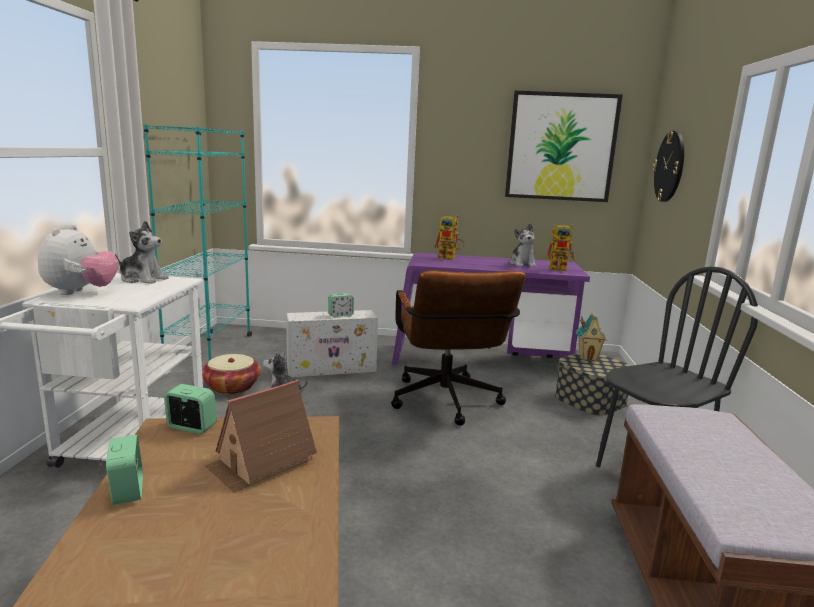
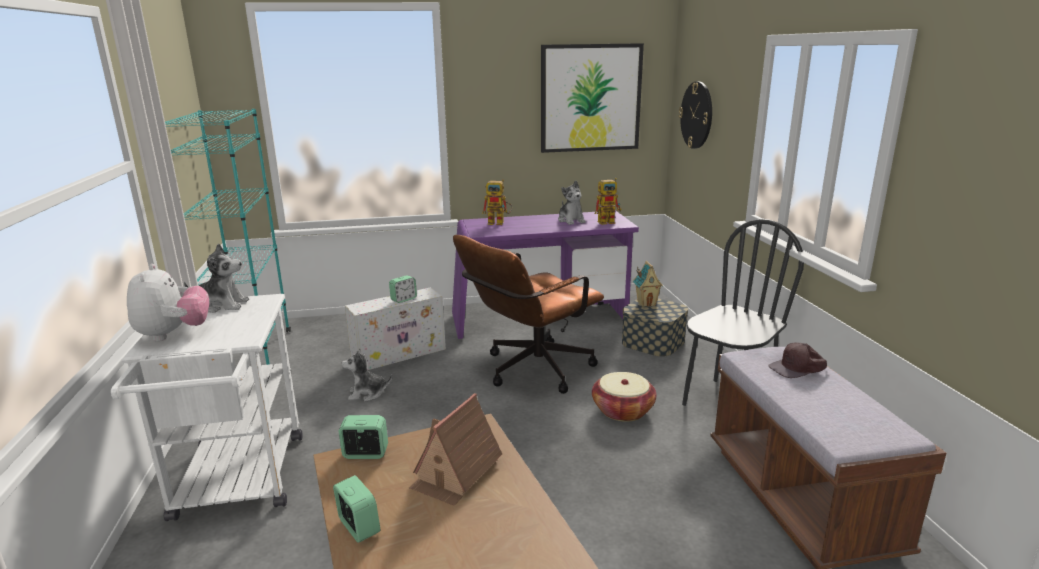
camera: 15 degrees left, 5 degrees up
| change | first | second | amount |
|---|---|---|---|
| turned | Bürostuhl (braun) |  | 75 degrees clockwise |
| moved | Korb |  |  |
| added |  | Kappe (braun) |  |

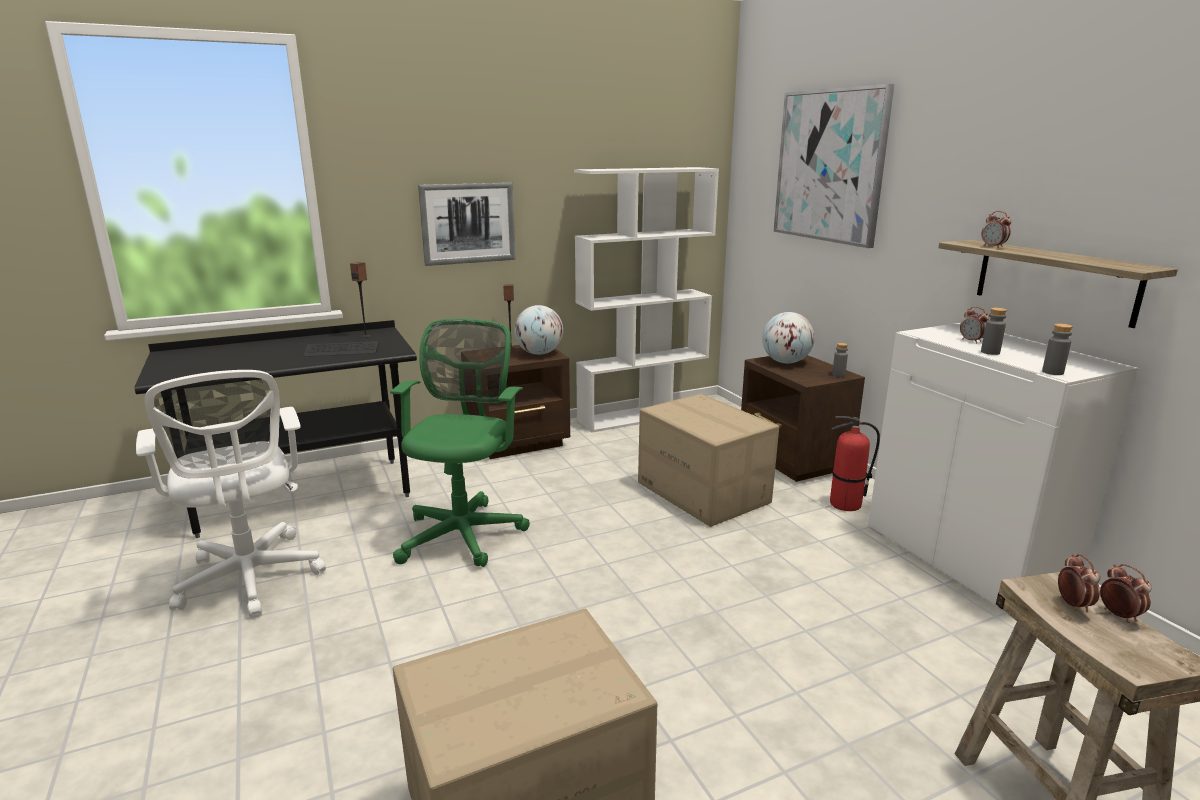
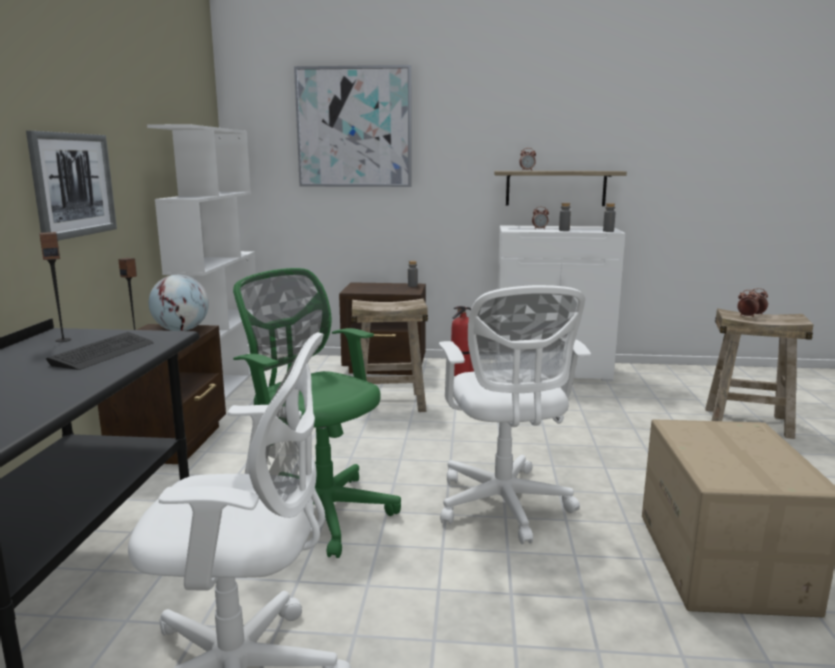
camera: 60 degrees left, 5 degrees down
| change | first | second | amount |
|---|---|---|---|
| replaced | Karton (2nd from left) | Hocker (beige) (1st from left) |  |
| added |  | Bürostuhl (weiß) (2nd from left) |  |
| removed | Globus (2nd from left) |  |  |

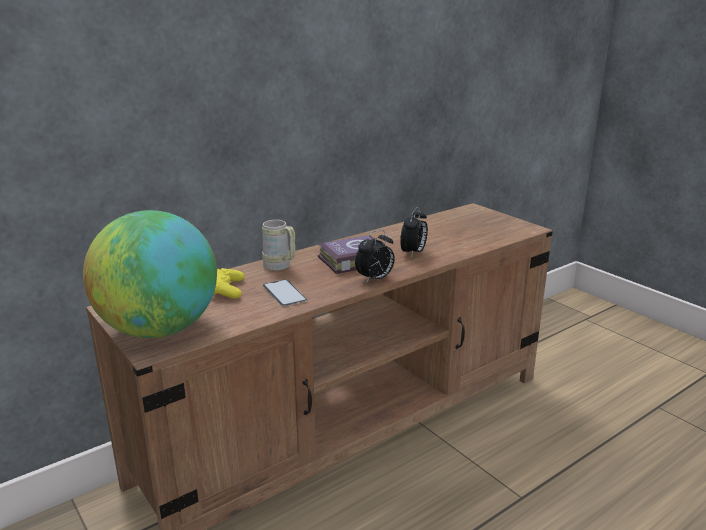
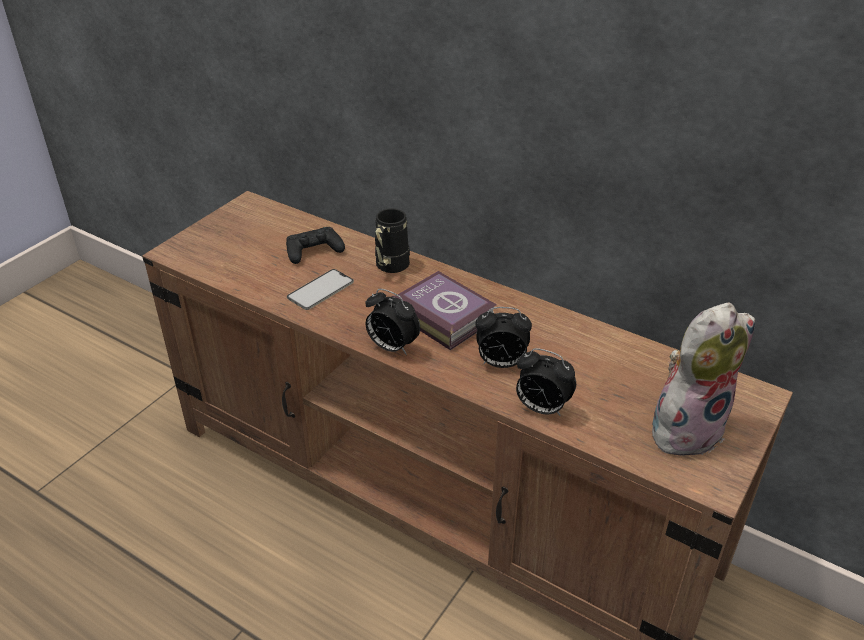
camera: 70 degrees right, 15 degrees up
| change | first | second | amount |
|---|---|---|---|
| recoloured | Gamepad (gelb) | Gamepad (schwarz) |  |
| recoloured | Henkelbecher (beige) | Henkelbecher (schwarz) |  |
| added |  | Wecker (3rd from left) |  |
| added |  | Plüschtier |  |
| removed | Globus |  |  |

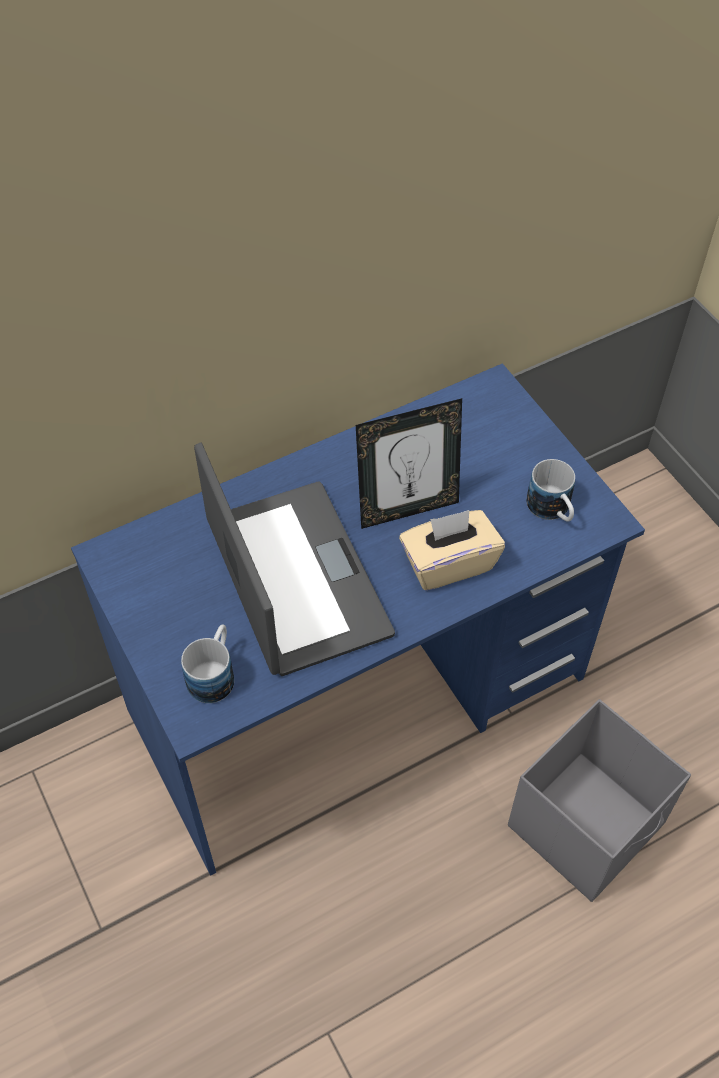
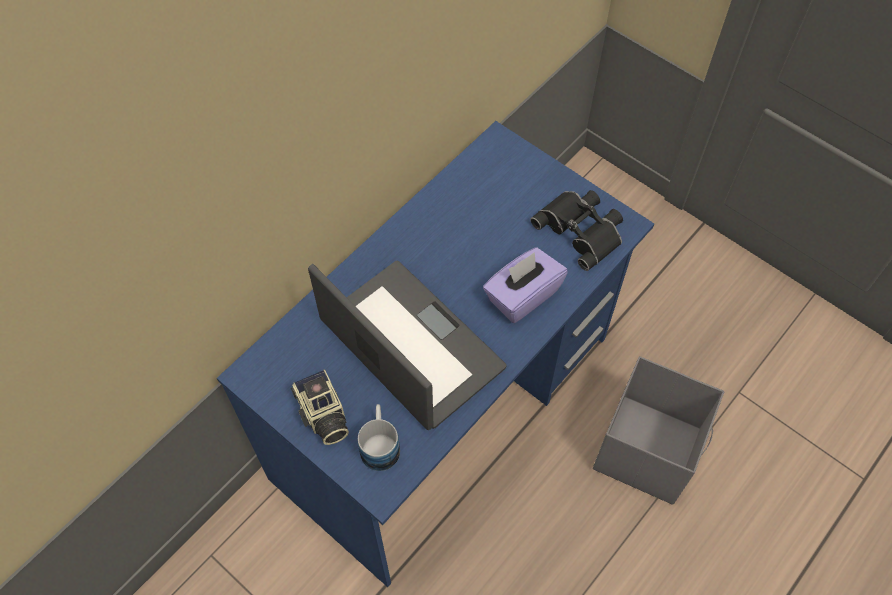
camera: 20 degrees left, 5 degrees up
| change | first | second | amount |
|---|---|---|---|
| added |  | Kamera |  |
| recoloured | Taschentuchbox (beige) | Taschentuchbox (lila) |  |
| replaced | Henkelbecher (2nd from left) | Fernglas (schwarz) |  |
| removed | Bilderrahmen |  |  |

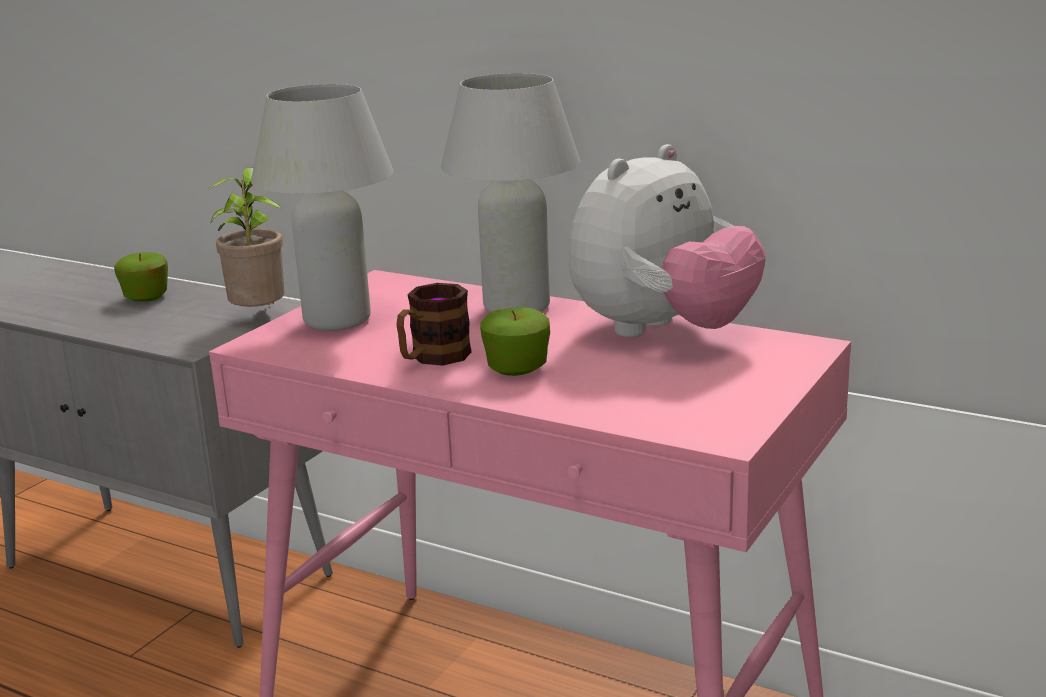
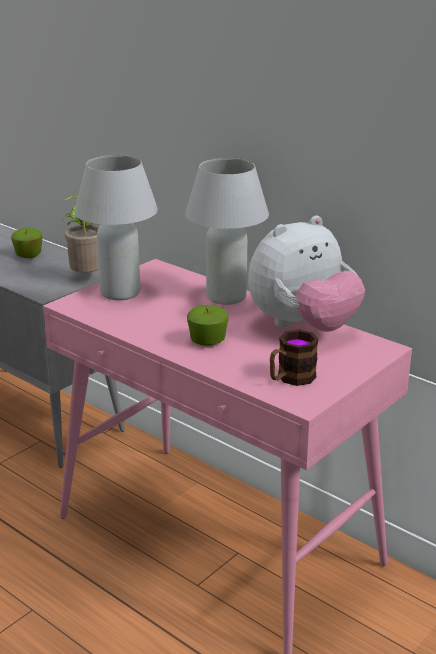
camera: 10 degrees right, 5 degrees up
| change | first | second | amount |
|---|---|---|---|
| moved | Henkelbecher |  |  |

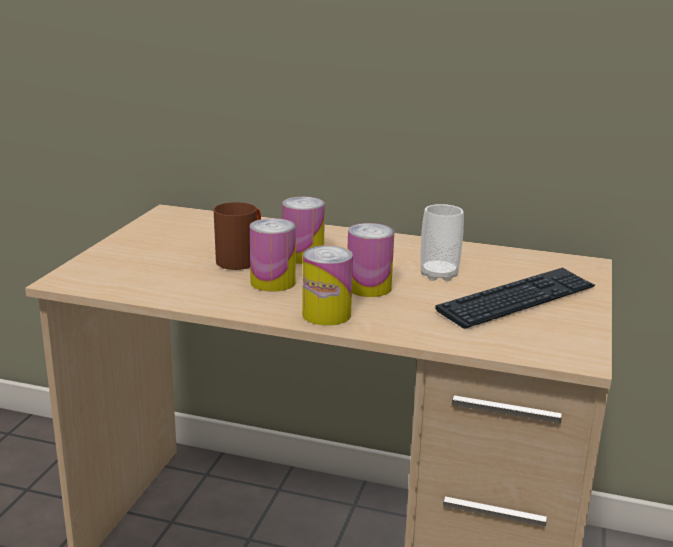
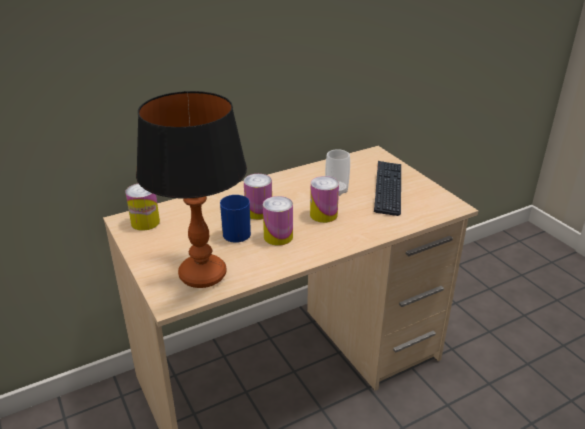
camera: 45 degrees left, 10 degrees up
| change | first | second | amount |
|---|---|---|---|
| moved | Dose (3rd from left in the first image) | Dose (1st from left) |  |
| added |  | Tischlampe |  |
| recoloured | Henkelbecher (braun) | Henkelbecher (blau) |  |

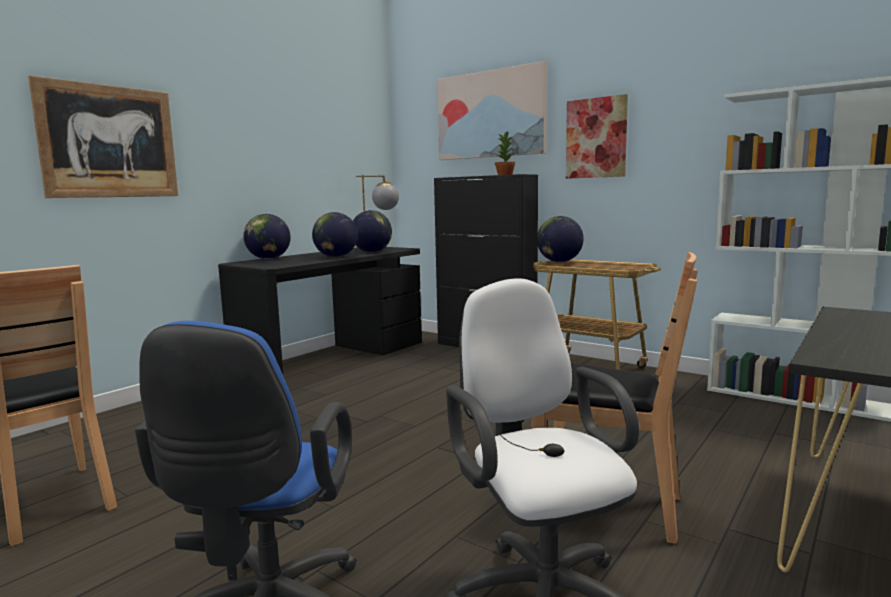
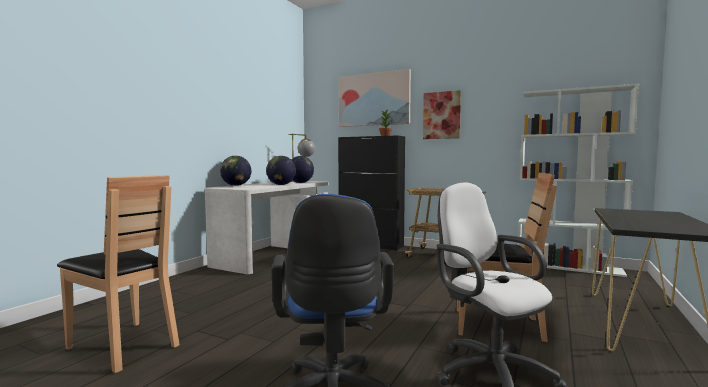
camera: 10 degrees left, 5 degrees down
| change | first | second | amount |
|---|---|---|---|
| recoloured | Schreibtisch (schwarz) | Schreibtisch (weiß) |  |
| removed | Bild (1st from left) |  |  |
| removed | Globus (4th from left) |  |  |

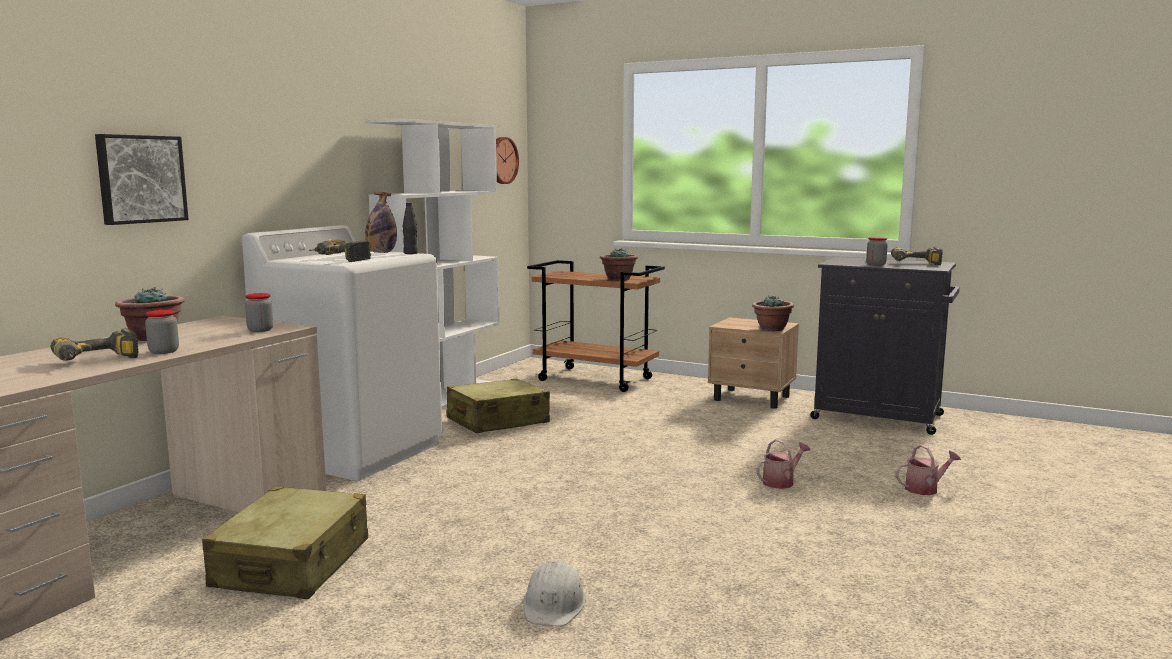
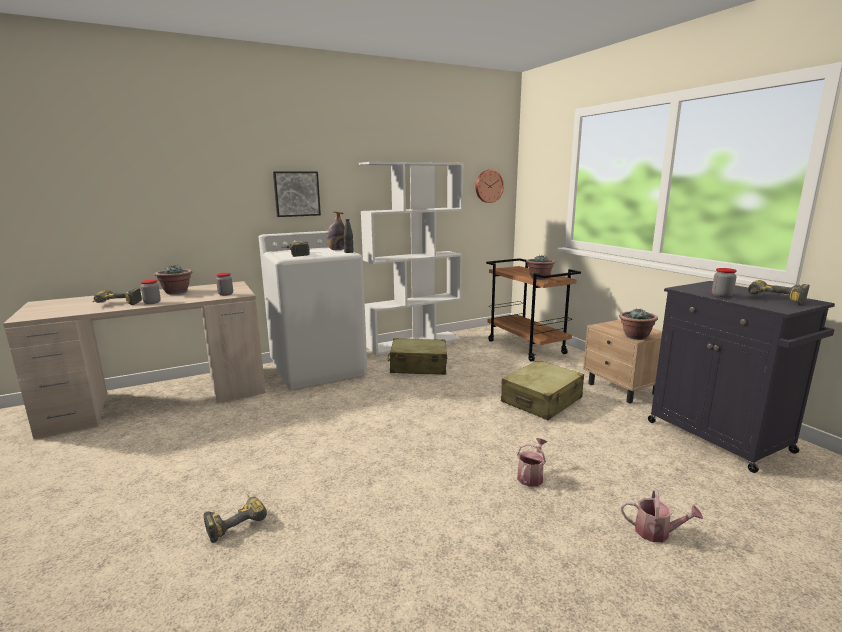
camera: 35 degrees right, 5 degrees up
| change | first | second | amount |
|---|---|---|---|
| replaced | Schutzhelm (weiß) | Bohrmaschine (2nd from left) |  |
| moved | Bild |  |  |
| moved | Koffer (beige) (1st from left in the first image) | Koffer (beige) (2nd from left) |  |
| turned | Gießkanne (1st from left) |  | 60 degrees counterclockwise |

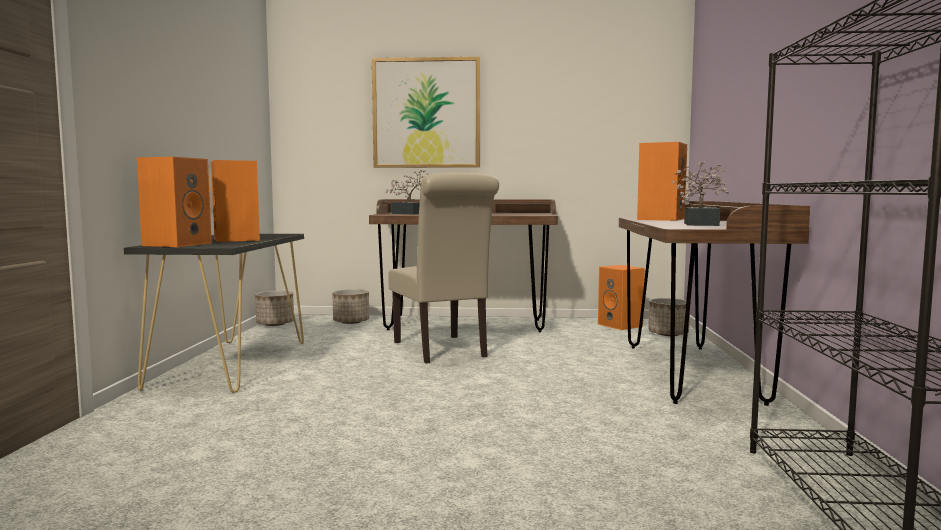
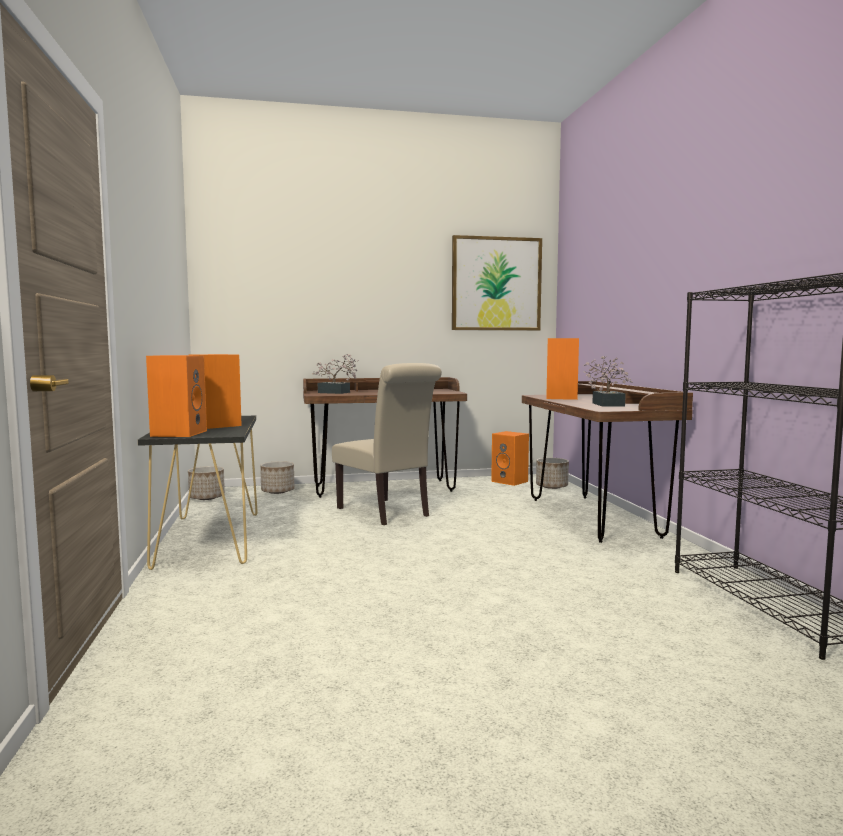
camera: 15 degrees left, 0 degrees up
| change | first | second | amount |
|---|---|---|---|
| moved | Bild |  |  |

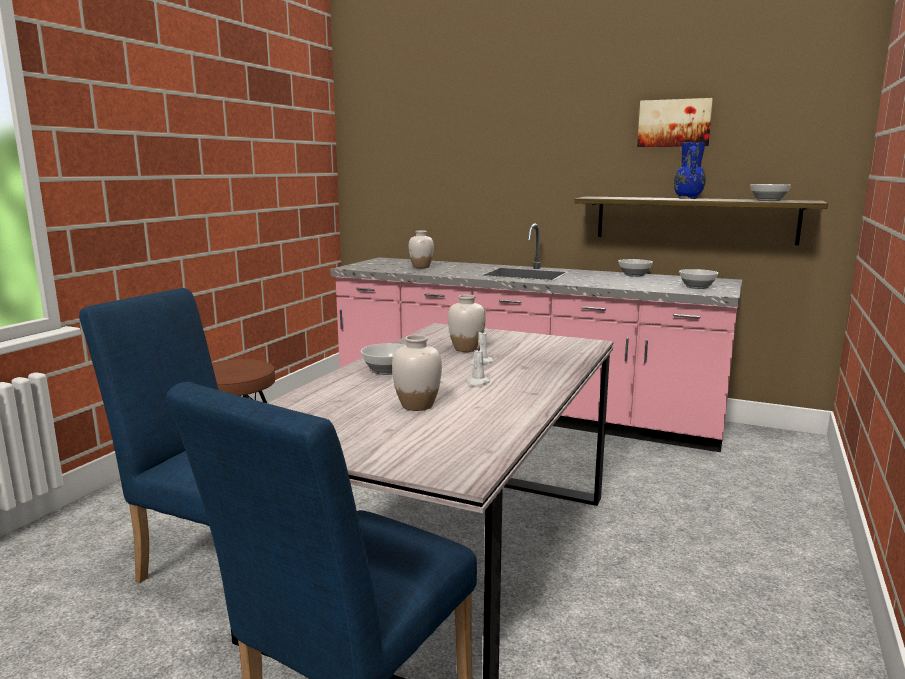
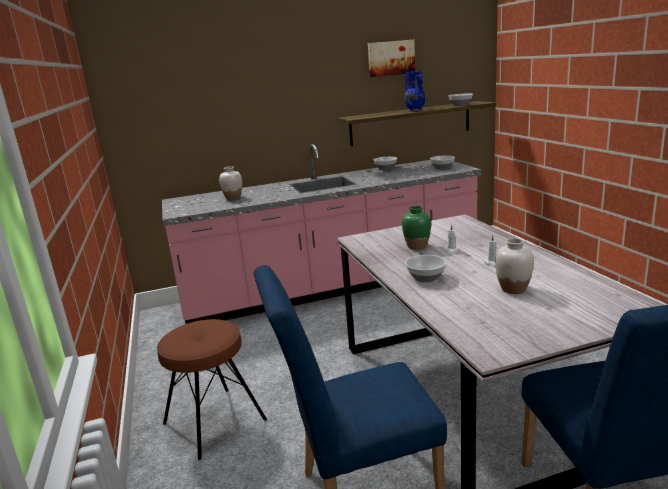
camera: 40 degrees left, 5 degrees up
| change | first | second | amount |
|---|---|---|---|
| recoloured | Vase (weiß) (3rd from left) | Vase (grün) |  |

